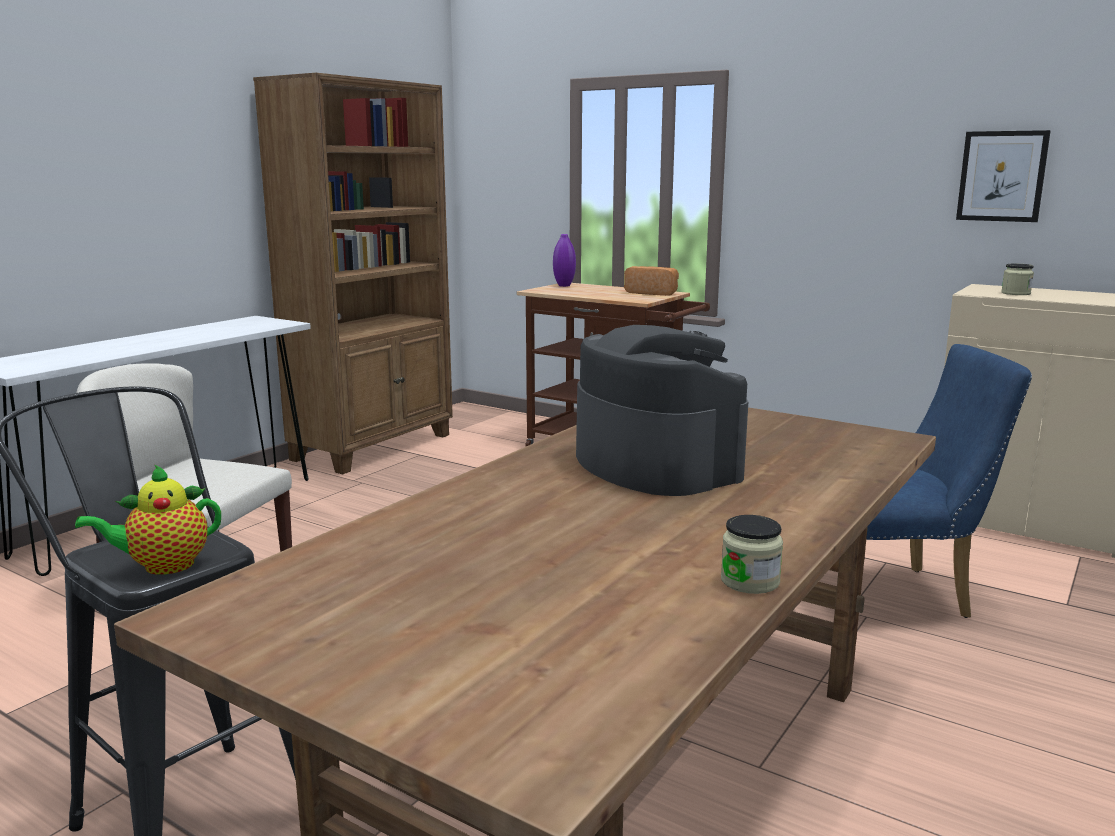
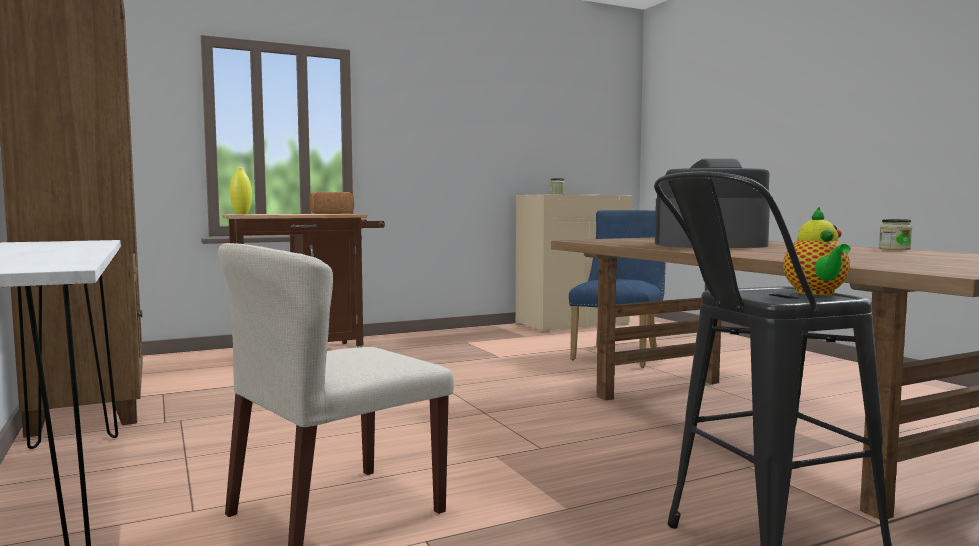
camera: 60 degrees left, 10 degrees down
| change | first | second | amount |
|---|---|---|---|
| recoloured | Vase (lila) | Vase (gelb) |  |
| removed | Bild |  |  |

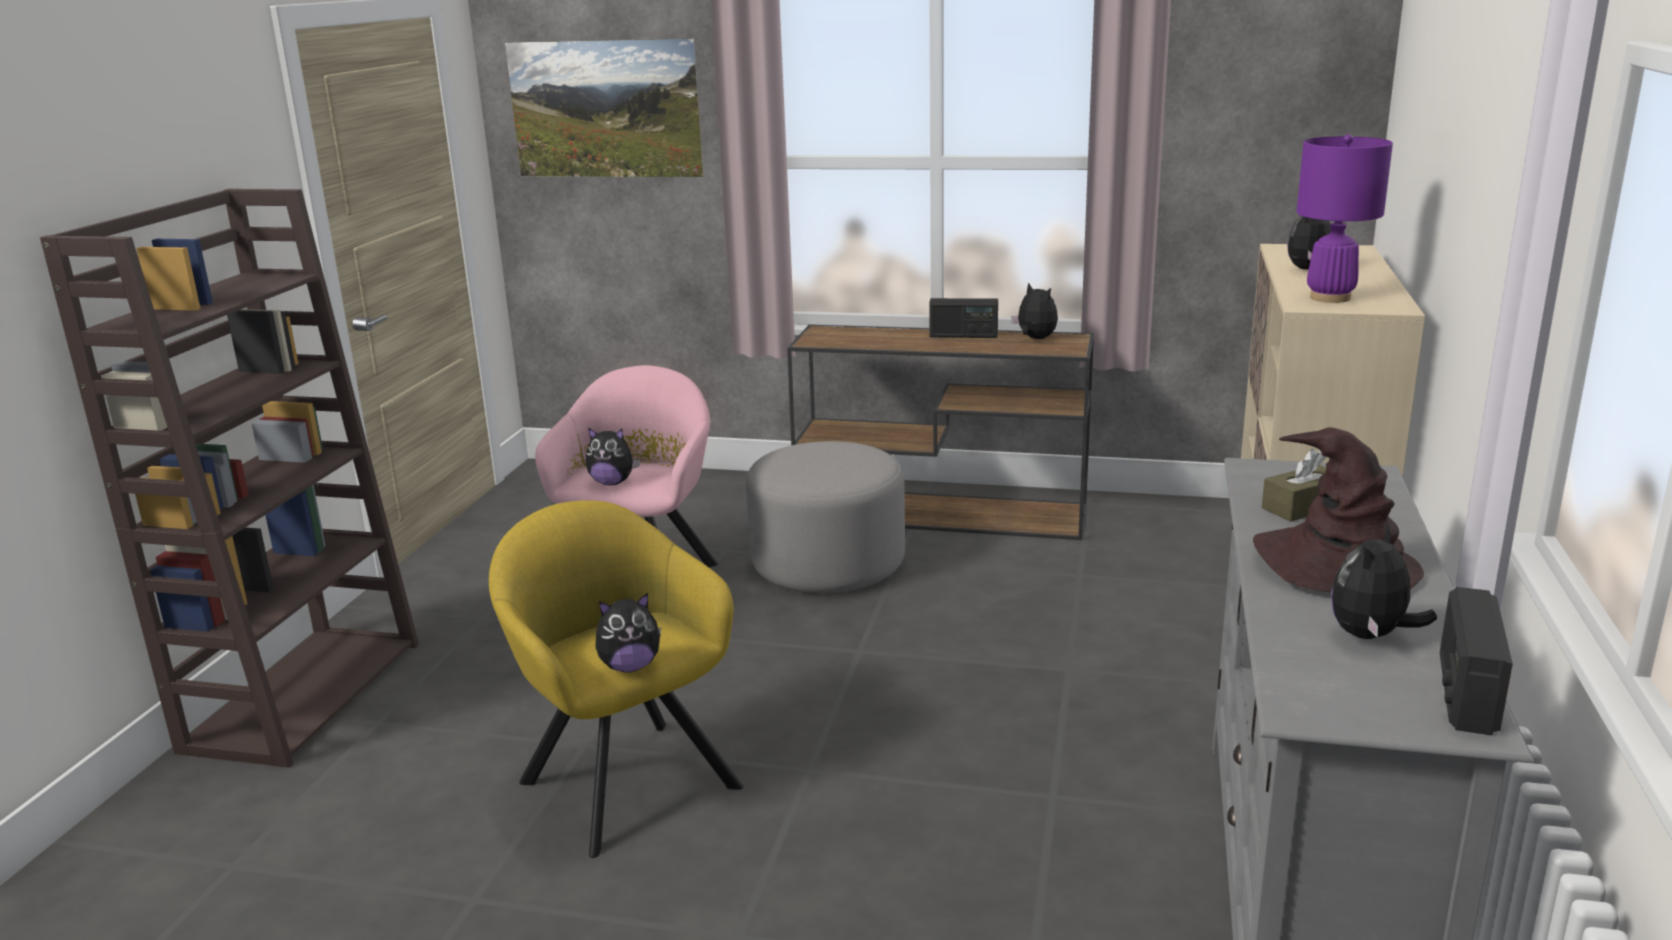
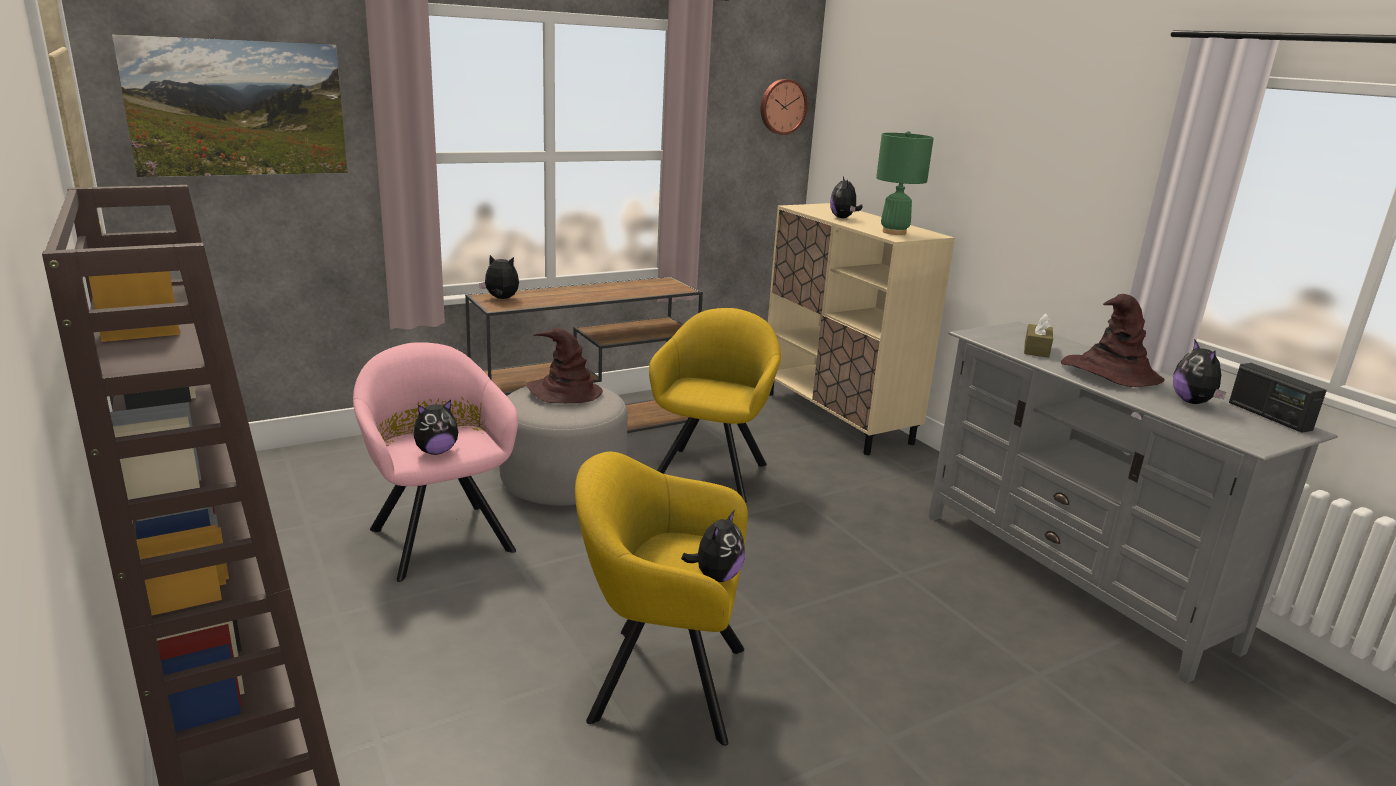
camera: 45 degrees left, 0 degrees up
| change | first | second | amount |
|---|---|---|---|
| moved | Plüschtier (3rd from left in the first image) | Plüschtier (2nd from left) |  |
| added |  | Hut (braun) (1st from left) |  |
| added |  | Sessel (gelb) (2nd from left) |  |
| added |  | Wanduhr |  |
| recoloured | Tischlampe (lila) | Tischlampe (grün) |  |
| removed | Radio (1st from left) |  |  |

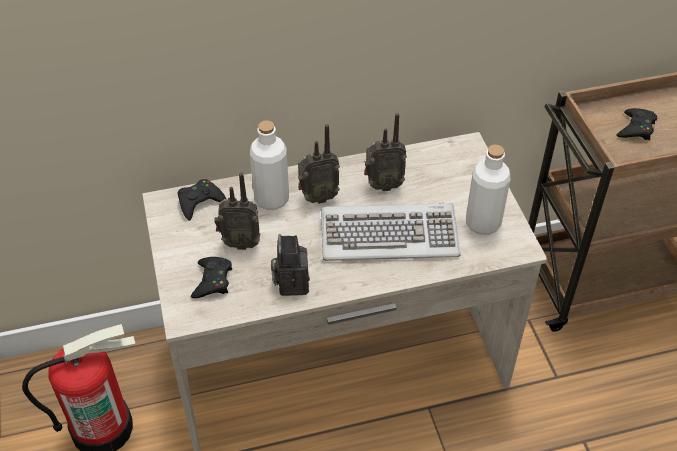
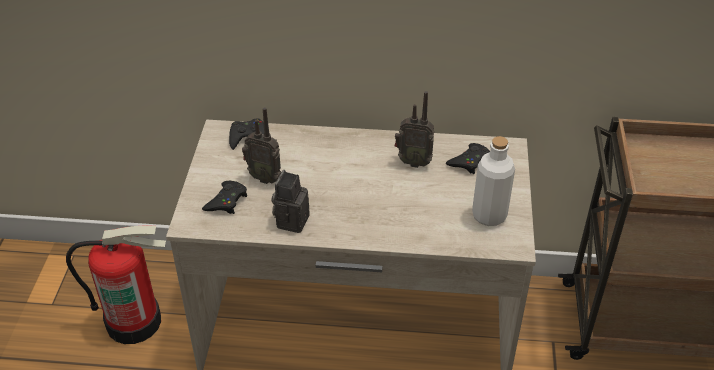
camera: 20 degrees right, 5 degrees down
| change | first | second | amount |
|---|---|---|---|
| moved | Gamepad (schwarz) (3rd from left) |  |  |
| removed | Flasche (weiß) (1st from left) |  |  |
| removed | Radio (2nd from left) |  |  |
| removed | Tastatur |  |  |

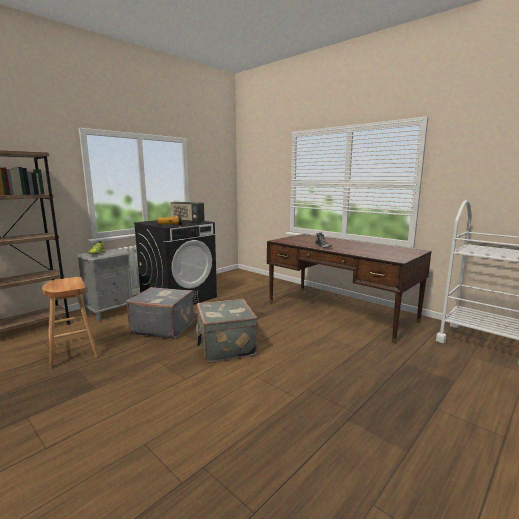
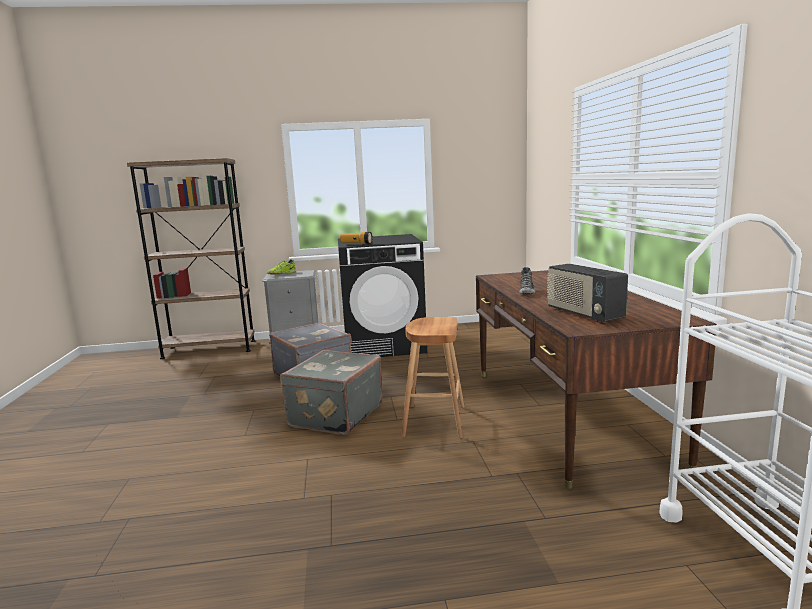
camera: 40 degrees right, 0 degrees up
| change | first | second | amount |
|---|---|---|---|
| moved | Hocker (braun) |  |  |
| moved | Radio |  |  |

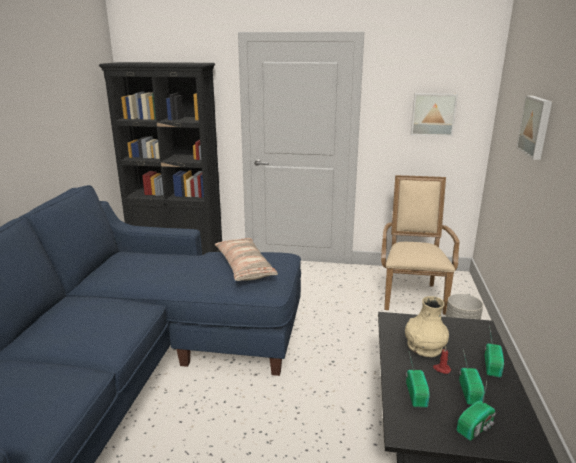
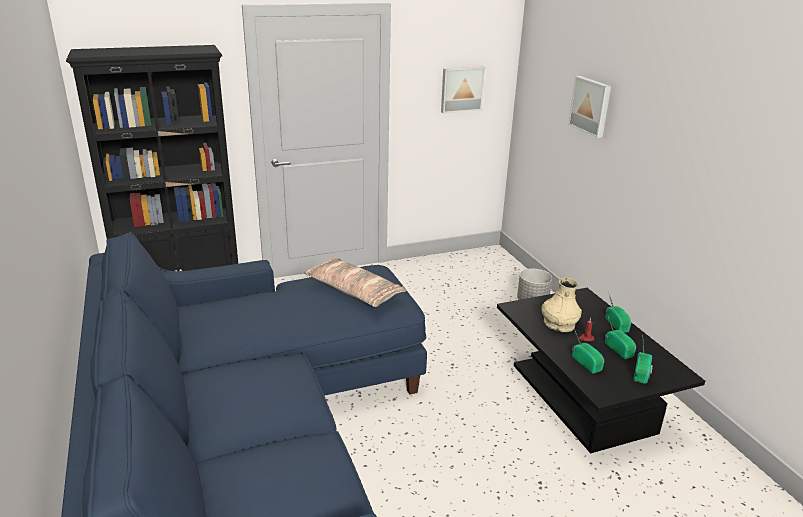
camera: 30 degrees left, 5 degrees up
| change | first | second | amount |
|---|---|---|---|
| removed | Sessel (beige) |  |  |

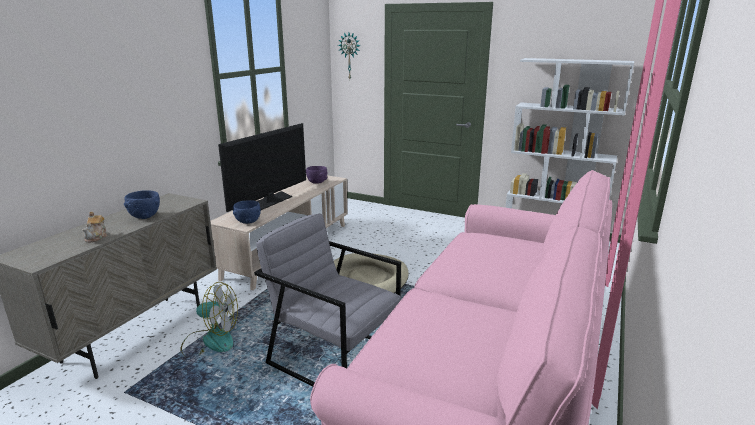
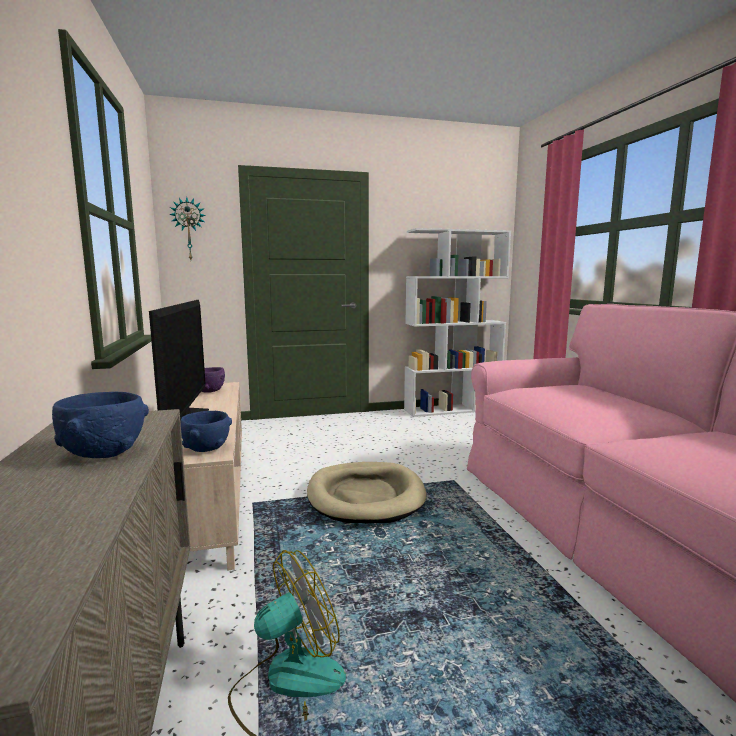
camera: 40 degrees left, 10 degrees down
| change | first | second | amount |
|---|---|---|---|
| removed | Teekanne |  |  |
| removed | Sessel (grau) |  |  |

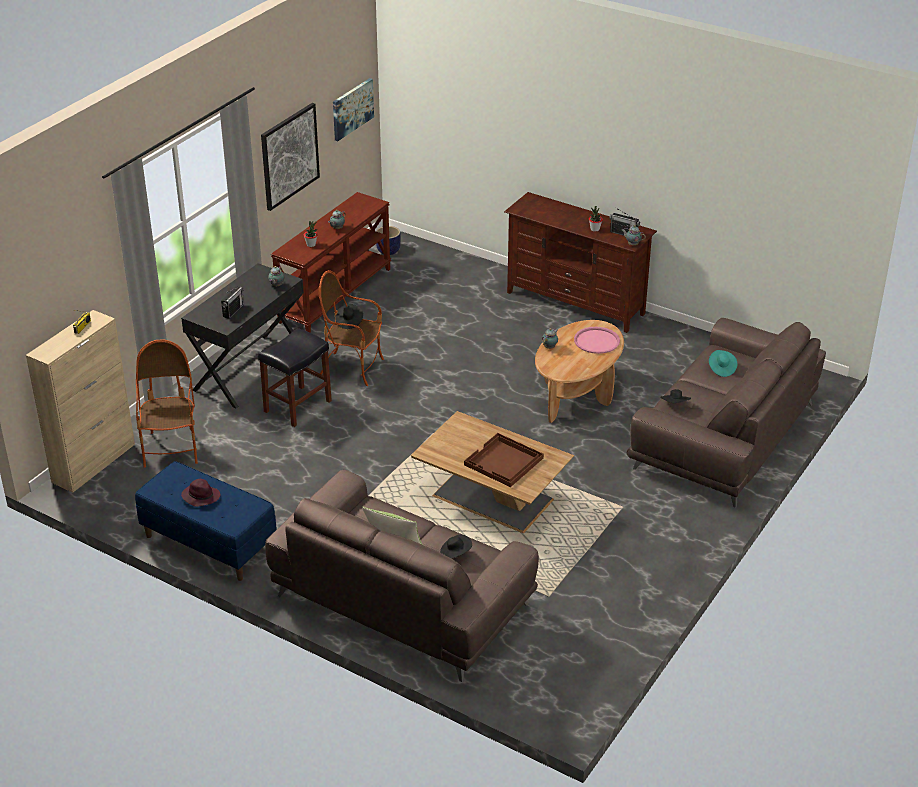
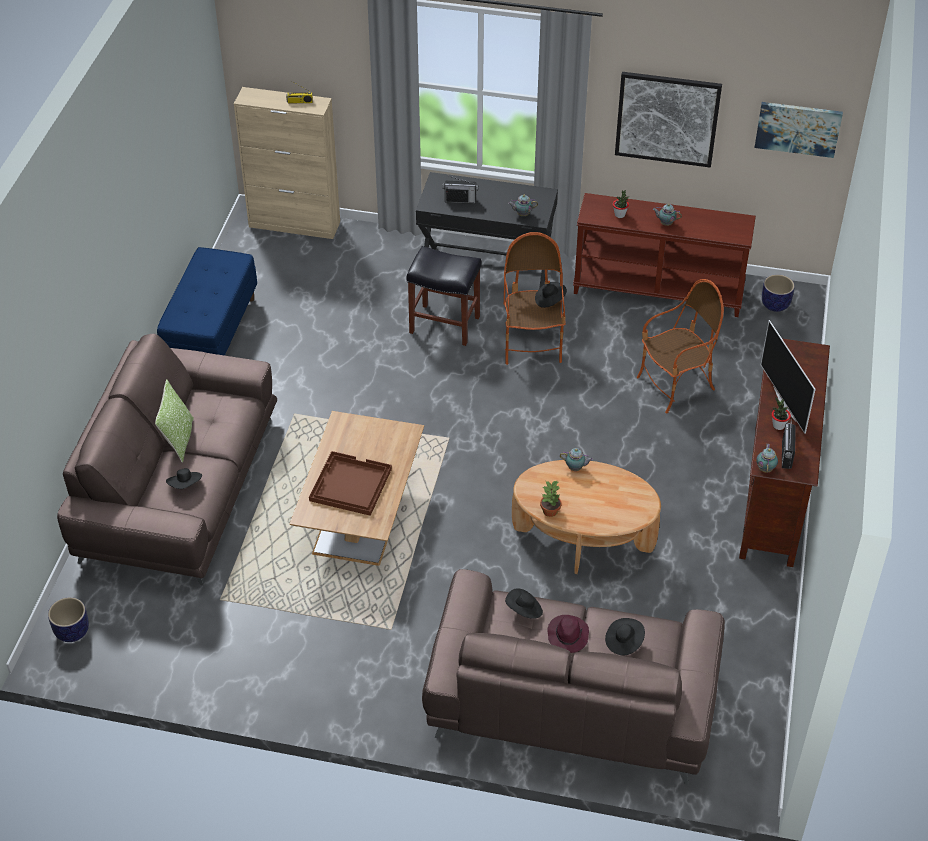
camera: 70 degrees right, 10 degrees up
| change | first | second | amount |
|---|---|---|---|
| added |  | Pflanzkübel (1st from left) |  |
| added |  | Topfpflanze (1st from left) |  |
| moved | Hut (lila) |  |  |
| recoloured | Hut (türkis) | Hut (schwarz) (4th from left) |  |
| moved | Sessel (1st from left in the first image) | Sessel (2nd from left) |  |
| added |  | Fernseher |  |
| removed | Tablett (rosa) |  |  |

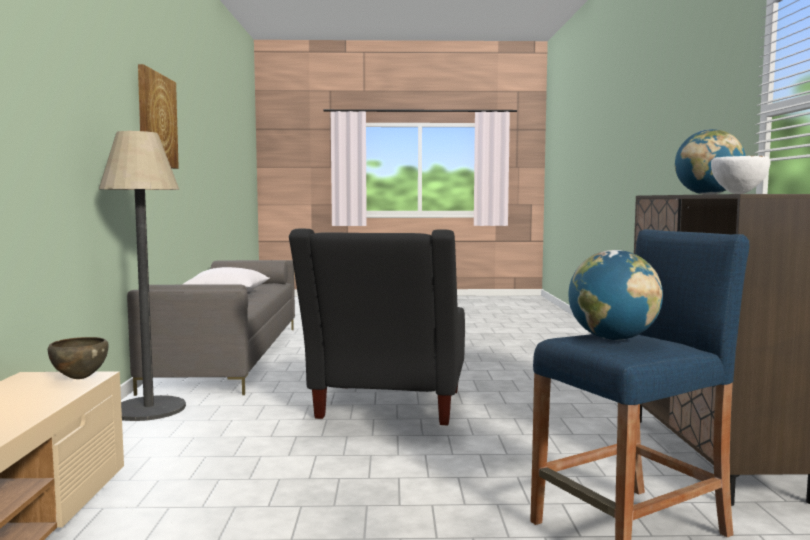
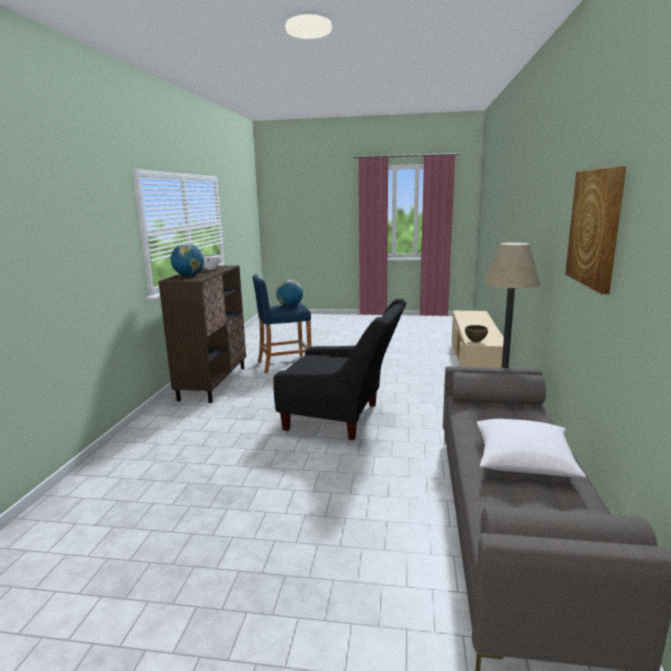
camera: 170 degrees left, 10 degrees up
| change | first | second | amount |
|---|---|---|---|
| turned | Sessel (schwarz) |  | 90 degrees clockwise |

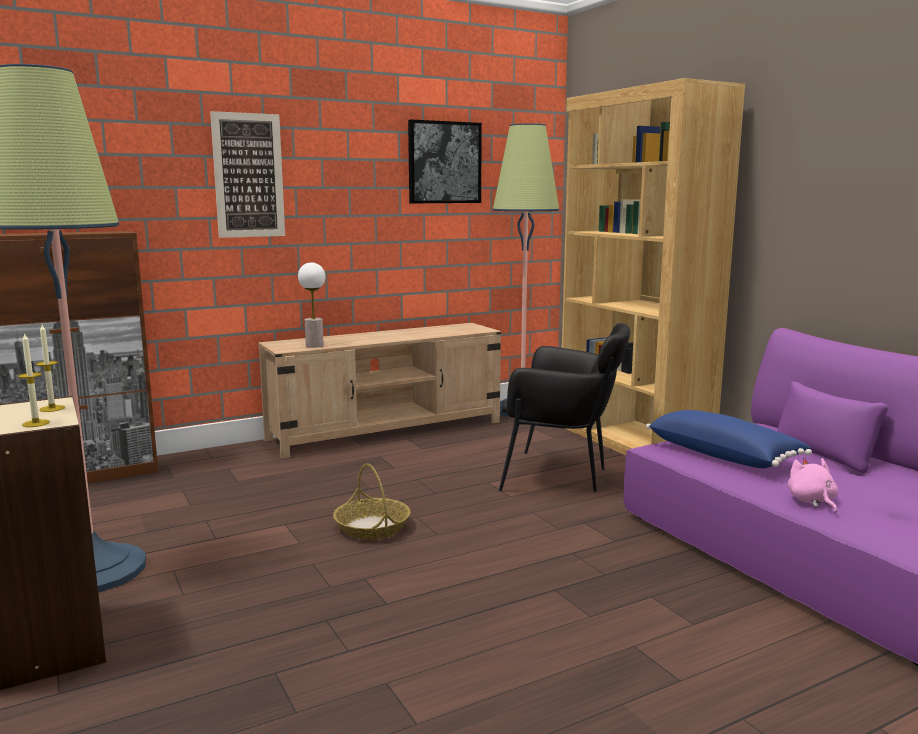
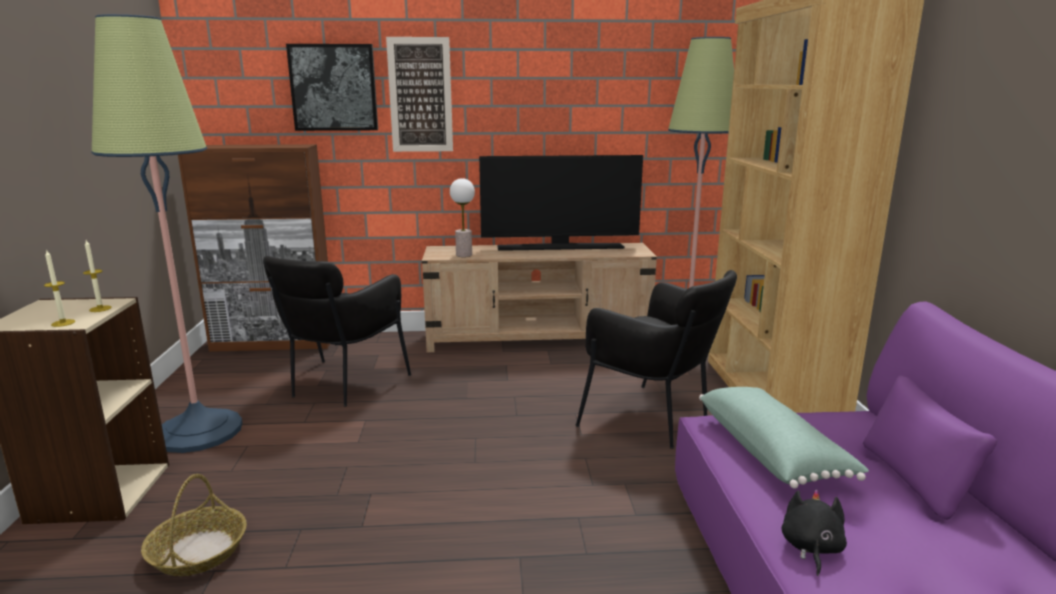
camera: 25 degrees right, 5 degrees up
| change | first | second | amount |
|---|---|---|---|
| moved | Korb |  |  |
| added |  | Sessel (schwarz) (1st from left) |  |
| moved | Bild (2nd from left in the first image) | Bild (1st from left) |  |
| added |  | Fernseher |  |
| recoloured | Kissen (blau) | Kissen (grün) |  |
| recoloured | Plüschtier (rosa) | Plüschtier (schwarz) |  |

